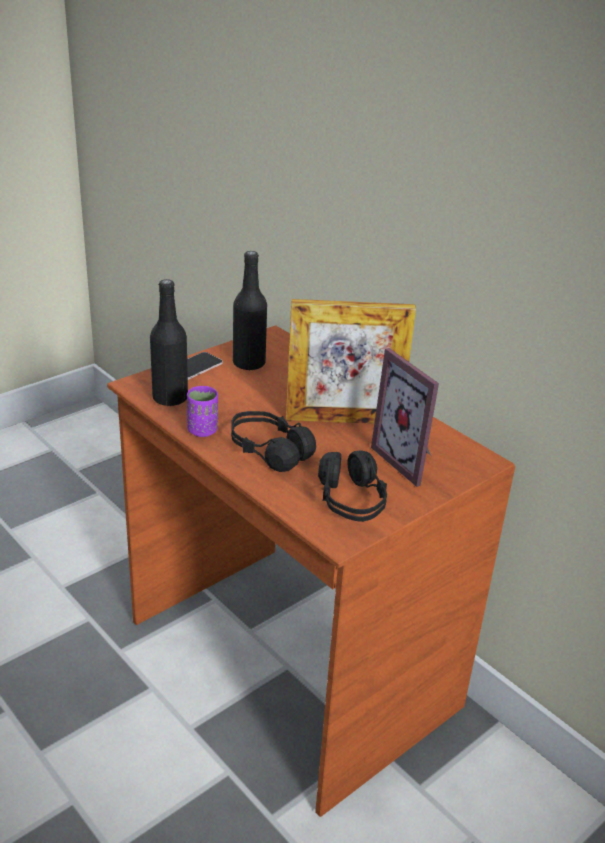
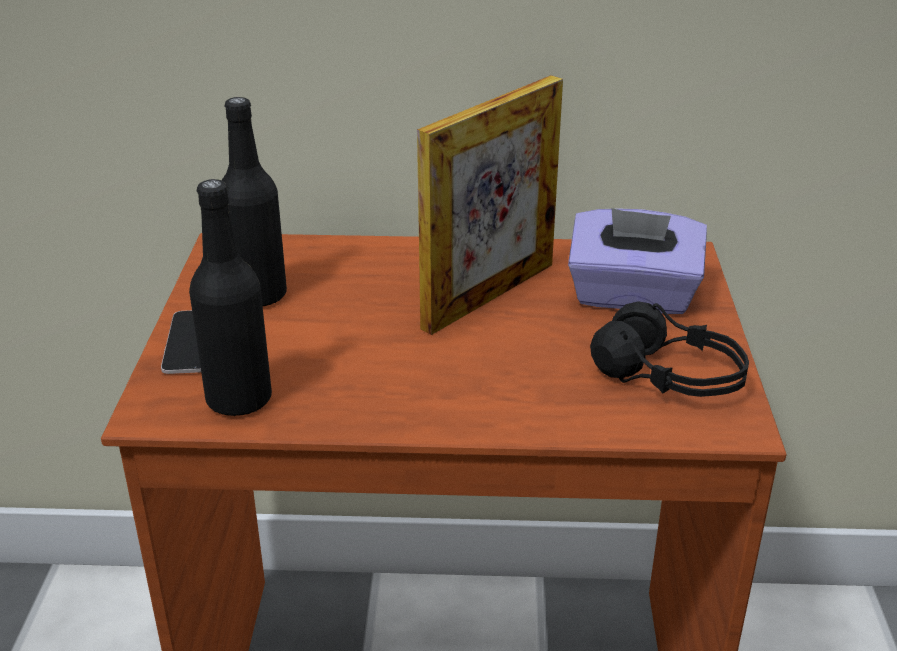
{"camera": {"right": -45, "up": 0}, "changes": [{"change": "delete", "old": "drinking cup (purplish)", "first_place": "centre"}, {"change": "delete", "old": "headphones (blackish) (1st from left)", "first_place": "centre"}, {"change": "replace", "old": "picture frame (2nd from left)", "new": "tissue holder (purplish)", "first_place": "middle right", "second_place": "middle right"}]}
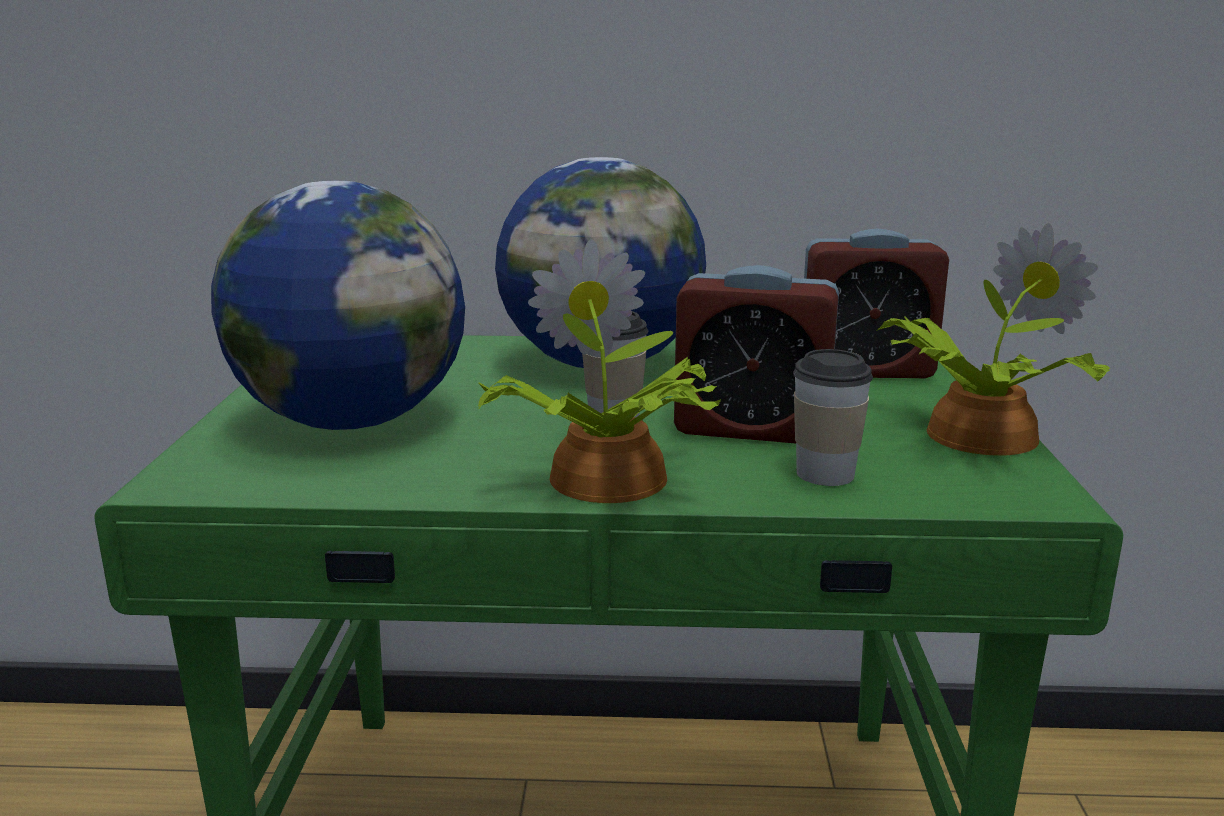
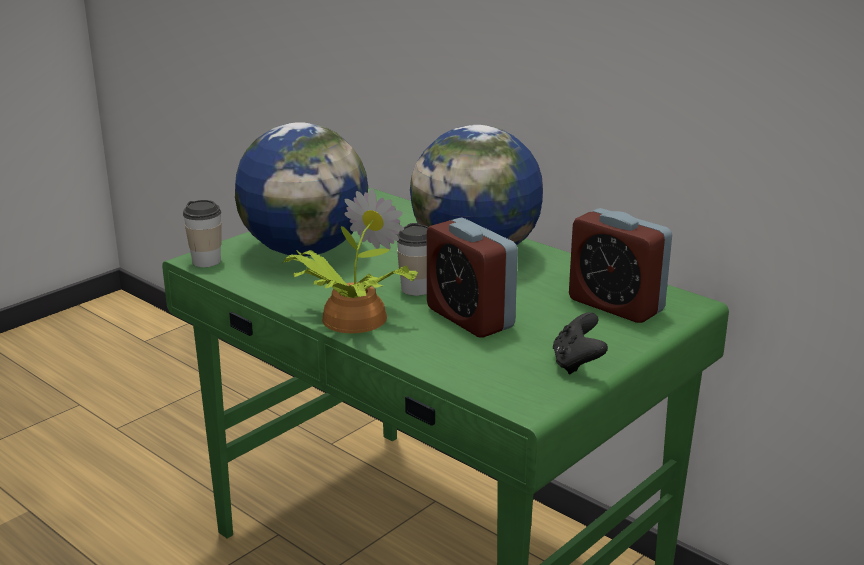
{"camera": {"right": 40, "up": 5}, "changes": [{"change": "move", "old": "drinking cup (2nd from left in the first image)", "new": "drinking cup (1st from left)", "first_place": "middle right", "second_place": "middle left"}, {"change": "replace", "old": "houseplant (2nd from left)", "new": "game controller (blackish)", "first_place": "middle right", "second_place": "middle right"}]}
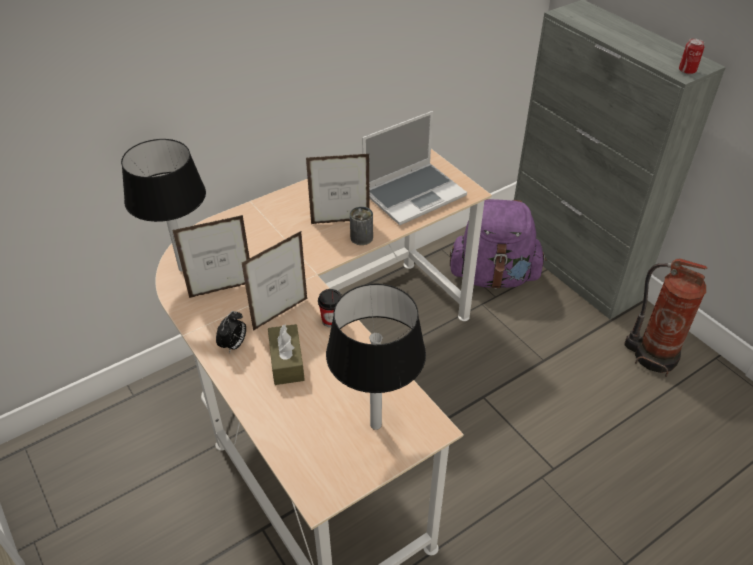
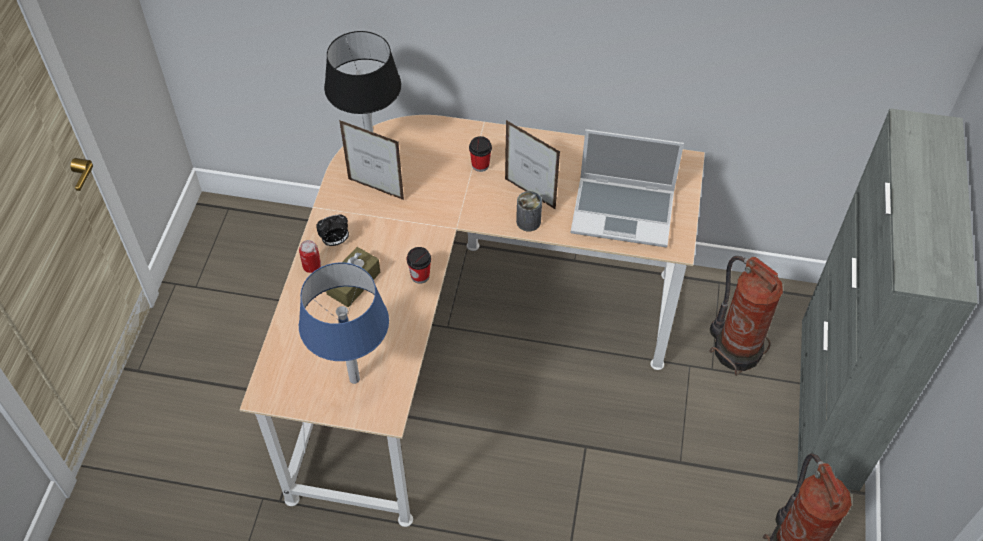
{"camera": {"right": 45, "up": 10}, "changes": [{"change": "delete", "old": "picture frame (2nd from left)", "first_place": "centre"}, {"change": "insert", "new": "drinking cup (2nd from left)", "second_place": "top centre"}, {"change": "move", "old": "can (2nd from left in the first image)", "new": "can (1st from left)", "first_place": "top right", "second_place": "middle left"}, {"change": "replace", "old": "rucksack (purplish)", "new": "fire extinguisher (1st from left)", "first_place": "centre", "second_place": "middle right"}, {"change": "recolor", "old": "table lamp (blackish) (2nd from left)", "new": "table lamp (blue)", "first_place": "centre", "second_place": "centre"}]}
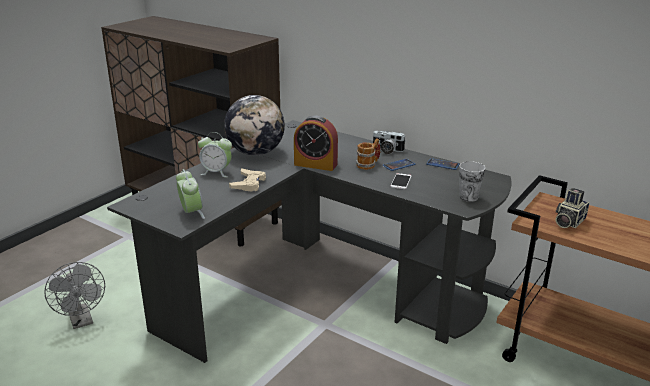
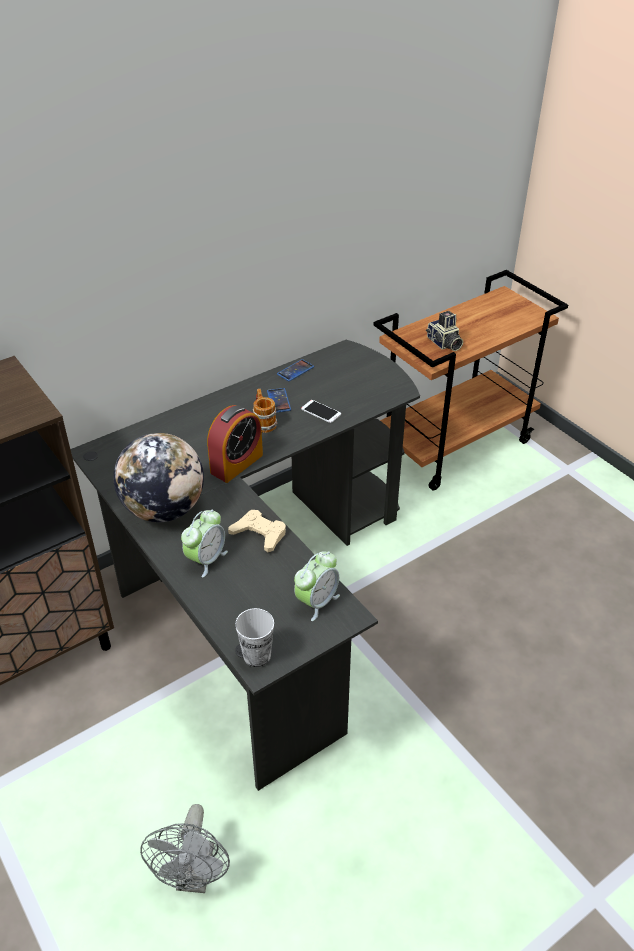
{"camera": {"right": -70, "up": 15}, "changes": [{"change": "delete", "old": "still camera (1st from left)", "first_place": "centre"}, {"change": "move", "old": "drinking cup", "first_place": "middle right", "second_place": "bottom centre"}, {"change": "rotate", "old": "cooling fan (greyish)", "first_place": "bottom left", "second_place": "bottom left", "degrees": 105}, {"change": "rotate", "old": "table clock (1st from left in the first image)", "first_place": "middle left", "second_place": "centre", "degrees": 135}]}
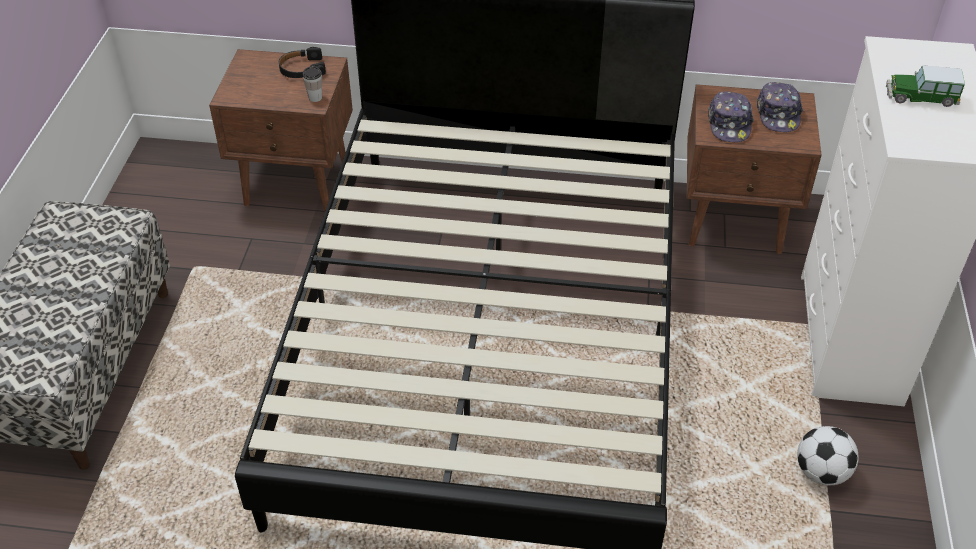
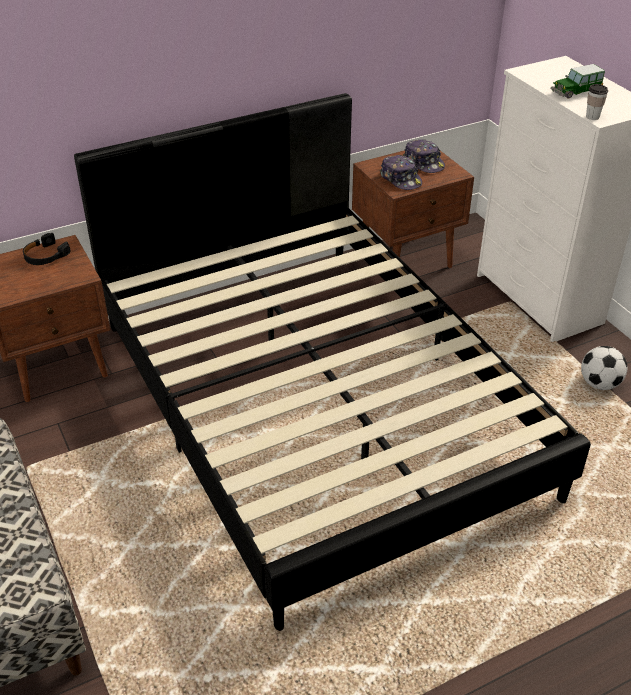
{"camera": {"right": -35, "up": -5}, "changes": [{"change": "move", "old": "drinking cup", "first_place": "top left", "second_place": "top right"}]}
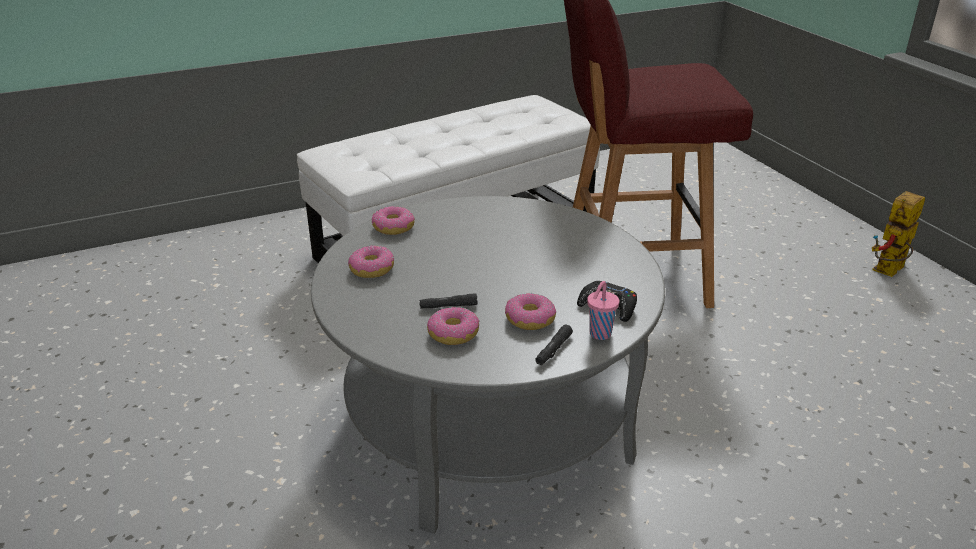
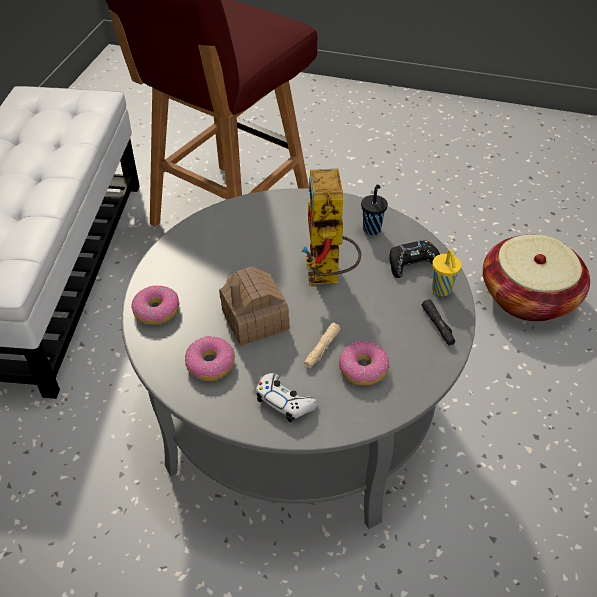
{"camera": {"right": -50, "up": 15}, "changes": [{"change": "delete", "old": "doughnut (4th from left)", "first_place": "centre"}, {"change": "insert", "new": "miniature house", "second_place": "centre"}, {"change": "insert", "new": "game controller (white-coloured)", "second_place": "centre"}, {"change": "insert", "new": "drinking cup (blackish)", "second_place": "centre"}, {"change": "insert", "new": "household basket", "second_place": "middle right"}, {"change": "move", "old": "toy robot", "first_place": "middle right", "second_place": "centre"}, {"change": "recolor", "old": "torch (blackish) (1st from left)", "new": "torch (beige-coloured)", "first_place": "centre", "second_place": "centre"}, {"change": "recolor", "old": "drinking cup (pink)", "new": "drinking cup (yellow)", "first_place": "centre", "second_place": "middle right"}]}
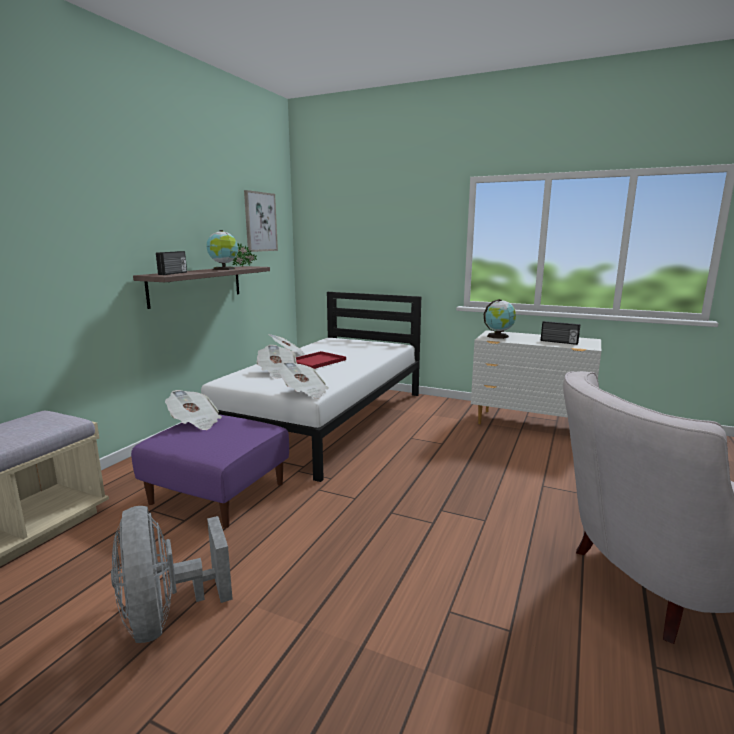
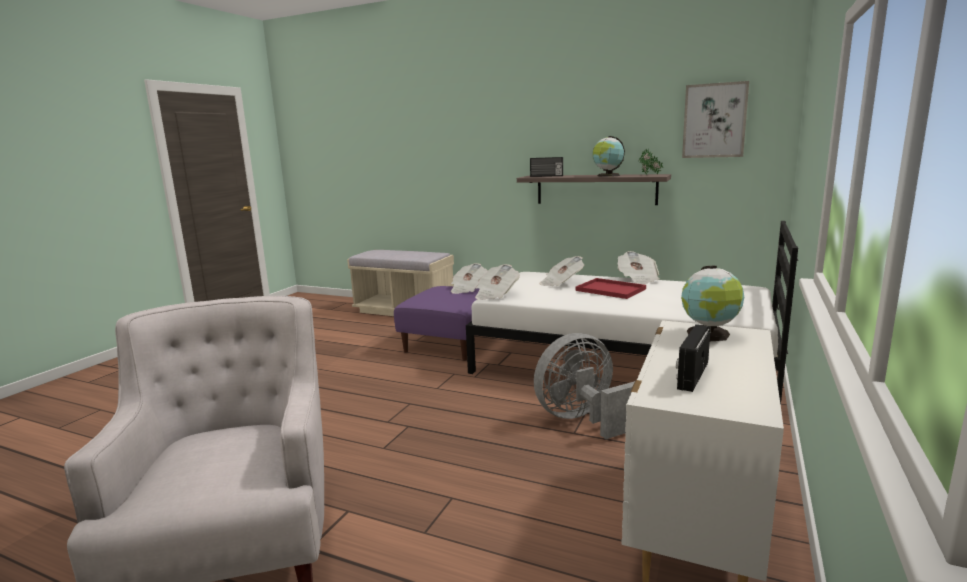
{"camera": {"right": 90, "up": 0}, "changes": [{"change": "move", "old": "cooling fan (greyish)", "first_place": "bottom left", "second_place": "centre"}]}
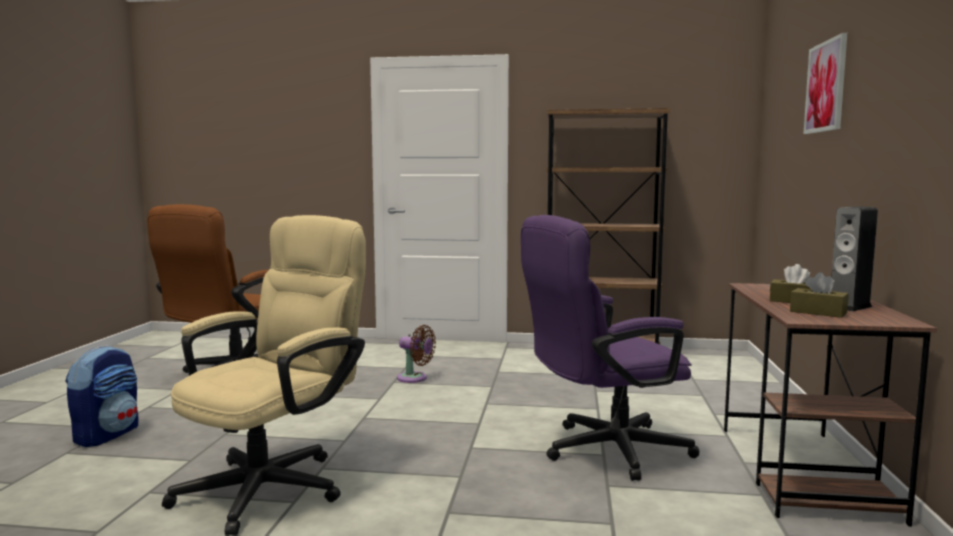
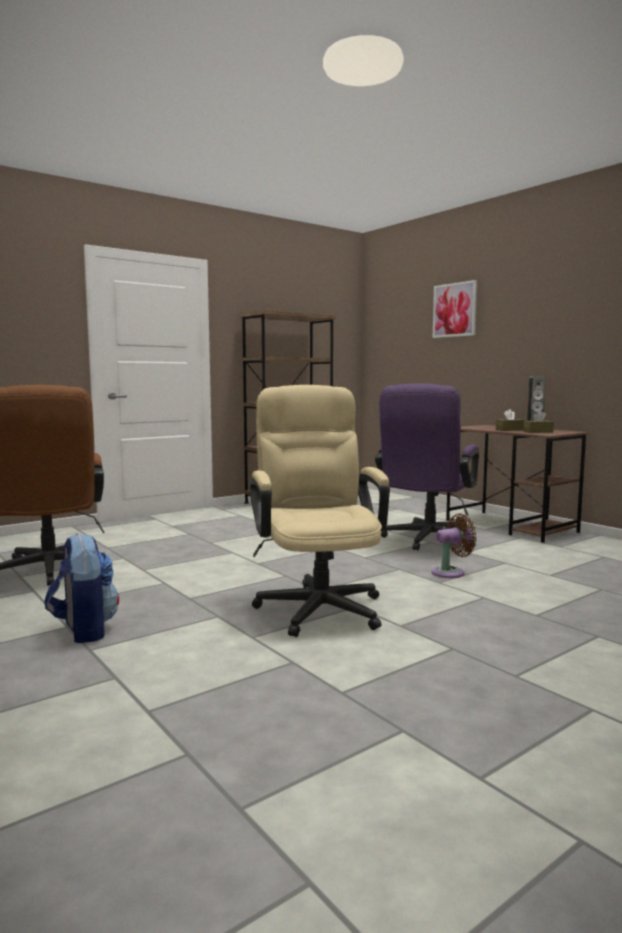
{"camera": {"right": -45, "up": 0}, "changes": [{"change": "move", "old": "cooling fan (brown)", "first_place": "centre", "second_place": "middle right"}]}
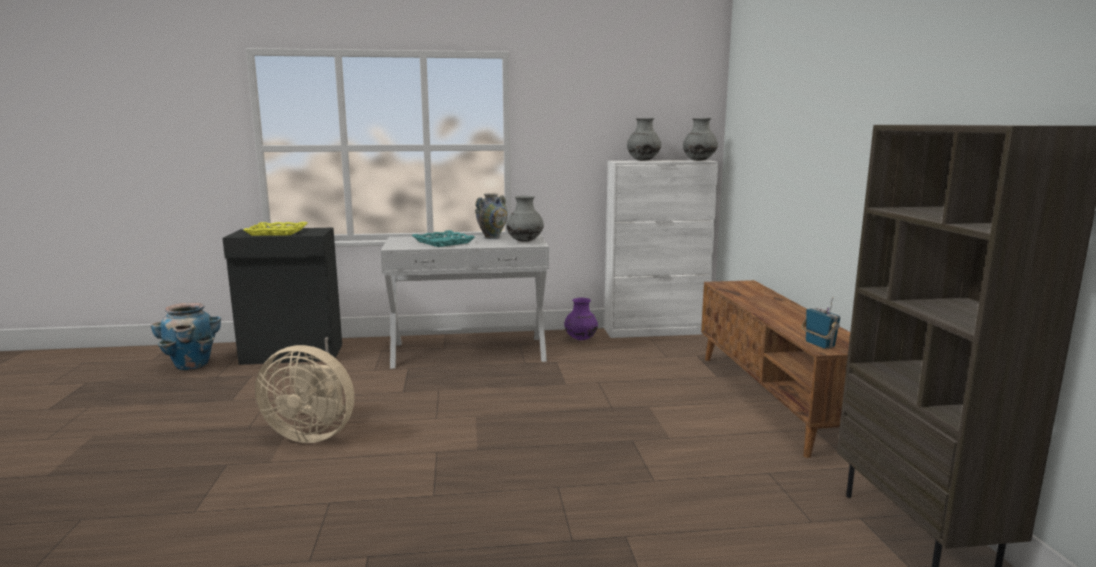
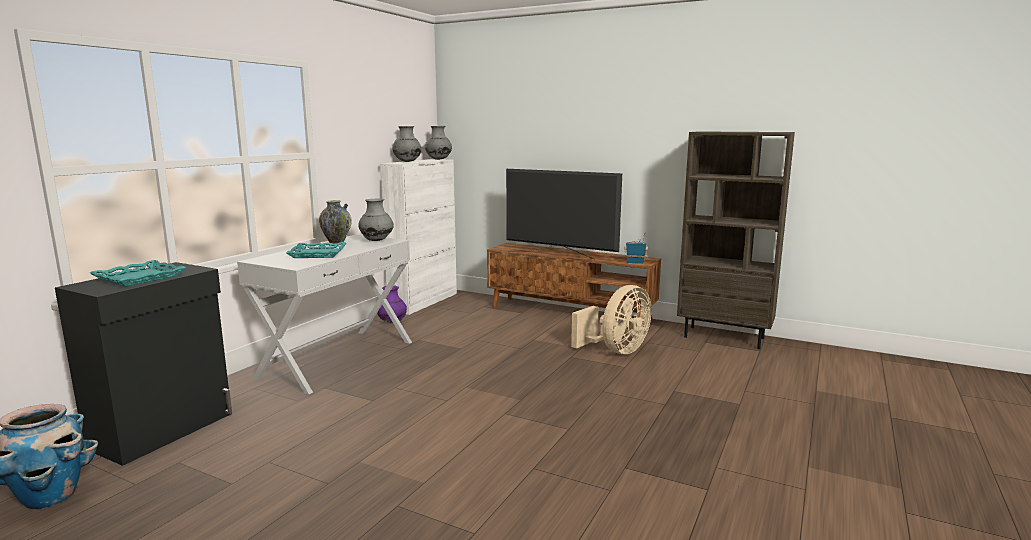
{"camera": {"right": -55, "up": 0}, "changes": [{"change": "insert", "new": "TV", "second_place": "centre"}, {"change": "move", "old": "cooling fan (beige-coloured)", "first_place": "bottom left", "second_place": "centre"}, {"change": "recolor", "old": "carrying tray (yellow)", "new": "carrying tray (turquoise-coloured) (1st from left)", "first_place": "middle left", "second_place": "middle left"}]}
